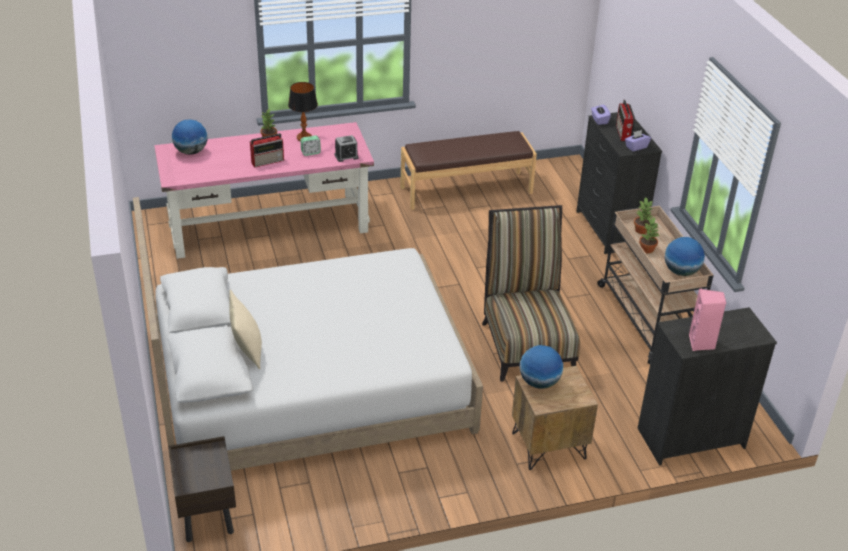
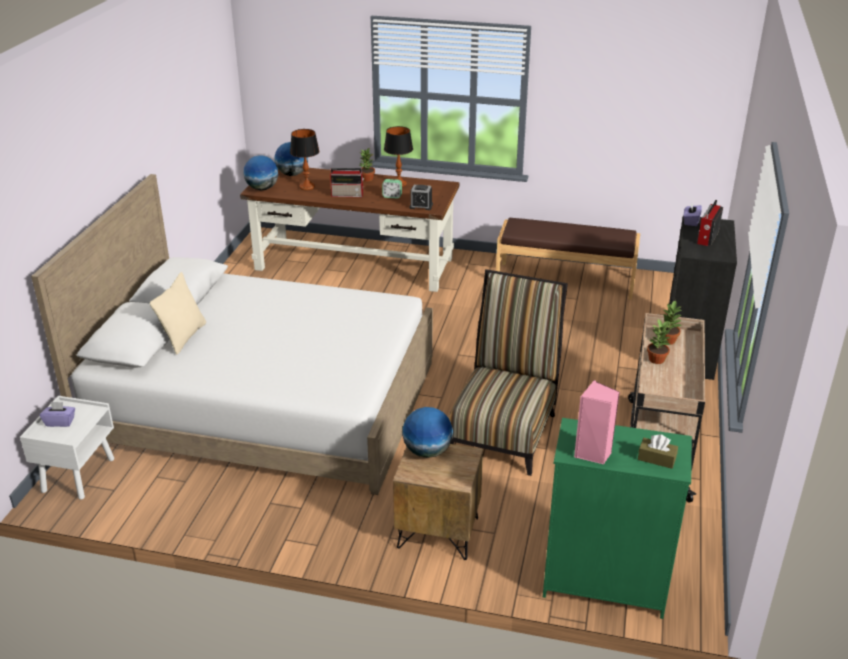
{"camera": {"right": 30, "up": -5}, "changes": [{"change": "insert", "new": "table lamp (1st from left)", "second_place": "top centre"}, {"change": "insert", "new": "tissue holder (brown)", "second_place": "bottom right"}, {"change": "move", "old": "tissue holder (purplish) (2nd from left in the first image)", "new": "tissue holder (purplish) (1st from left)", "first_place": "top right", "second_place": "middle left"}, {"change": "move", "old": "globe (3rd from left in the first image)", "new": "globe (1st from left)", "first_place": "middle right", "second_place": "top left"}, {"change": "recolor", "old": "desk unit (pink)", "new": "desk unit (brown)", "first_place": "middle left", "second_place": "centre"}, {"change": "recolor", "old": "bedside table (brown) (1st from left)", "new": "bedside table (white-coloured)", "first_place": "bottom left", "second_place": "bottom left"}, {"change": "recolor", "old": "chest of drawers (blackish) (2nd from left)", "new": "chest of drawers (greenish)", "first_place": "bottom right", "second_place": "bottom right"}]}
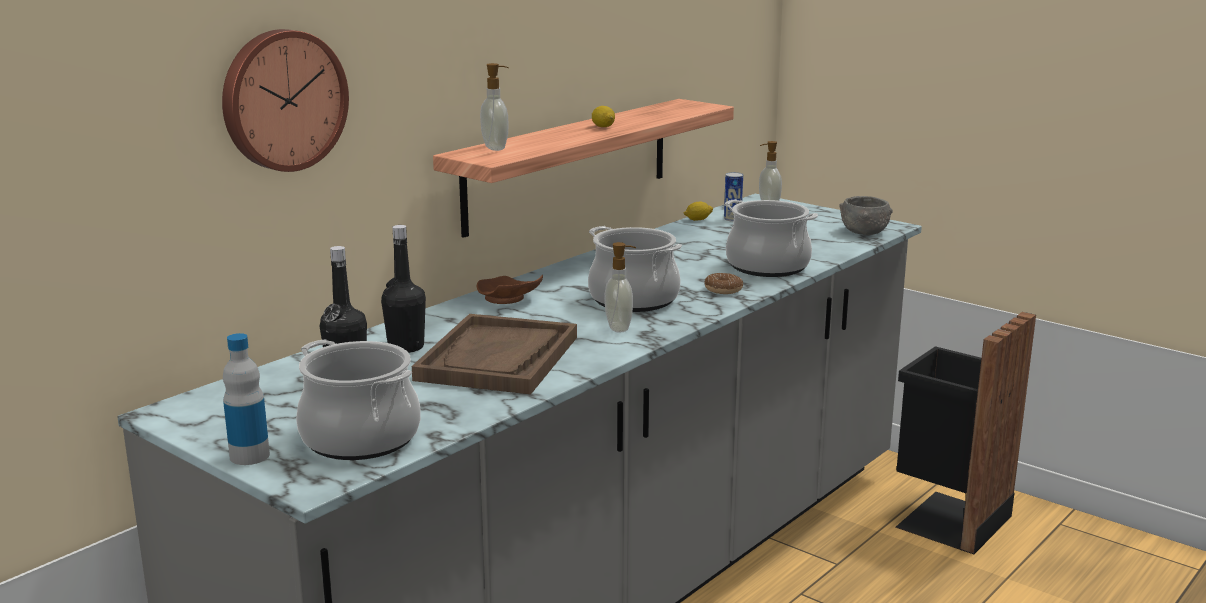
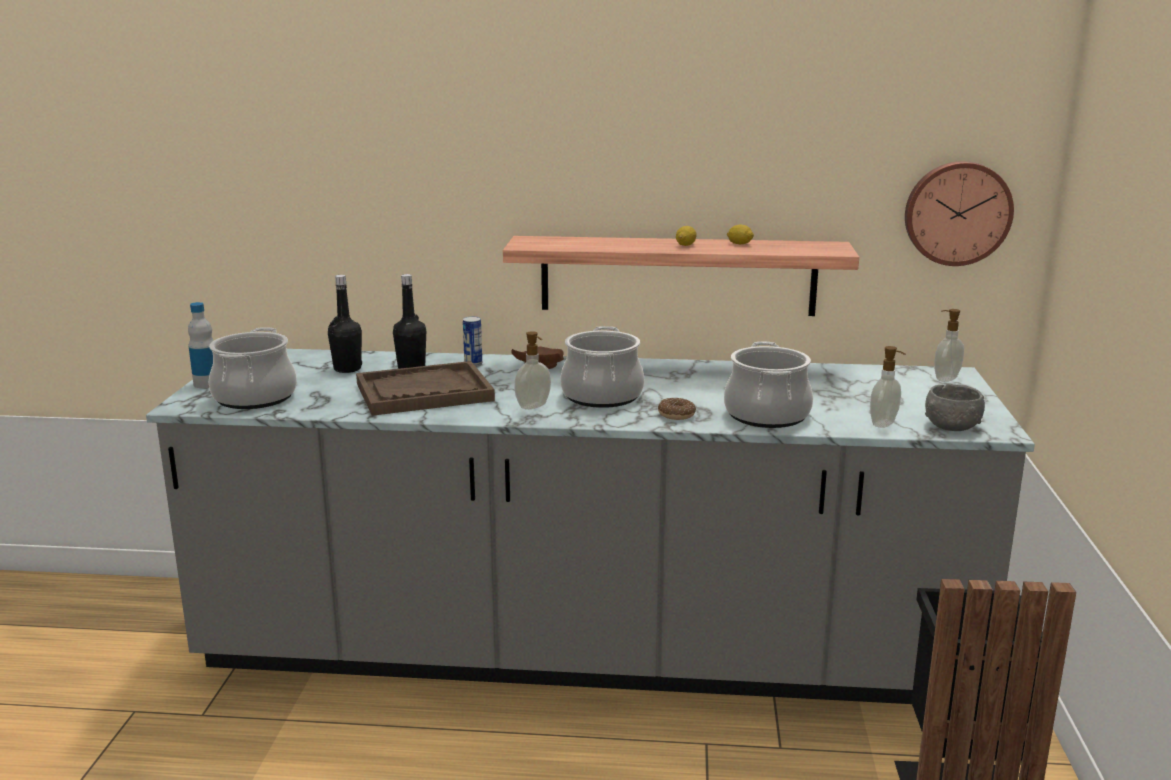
{"camera": {"right": 55, "up": 0}, "changes": [{"change": "move", "old": "hanging clock", "first_place": "top left", "second_place": "top right"}, {"change": "move", "old": "liquid soap bottle (1st from left in the first image)", "new": "liquid soap bottle (2nd from left)", "first_place": "top centre", "second_place": "middle right"}, {"change": "move", "old": "whole lemon (2nd from left)", "first_place": "centre", "second_place": "top centre"}, {"change": "move", "old": "can", "first_place": "top centre", "second_place": "centre"}]}
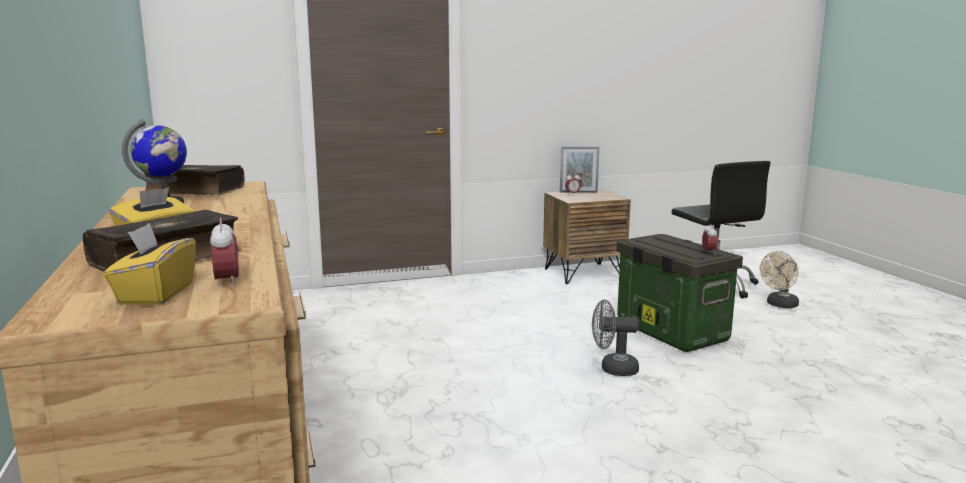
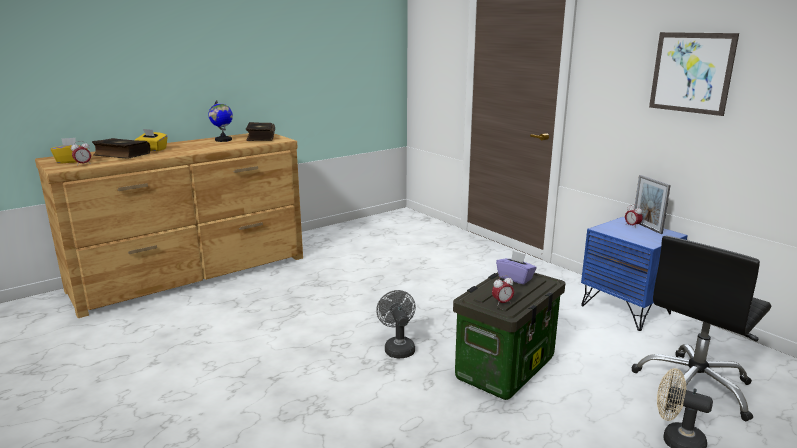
{"camera": {"right": 70, "up": 5}, "changes": [{"change": "insert", "new": "tissue holder (purplish)", "second_place": "centre"}, {"change": "insert", "new": "wall art", "second_place": "top right"}, {"change": "recolor", "old": "bedside table (brown)", "new": "bedside table (blue)", "first_place": "centre", "second_place": "middle right"}]}
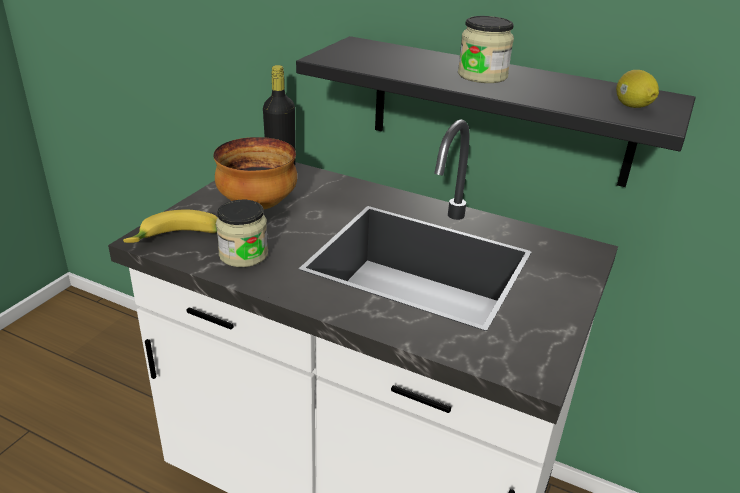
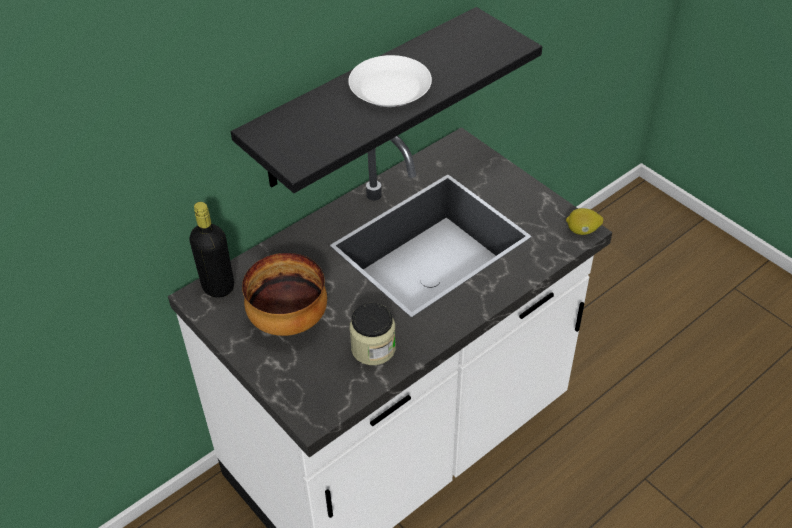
{"camera": {"right": -65, "up": 15}, "changes": [{"change": "delete", "old": "banana", "first_place": "middle left"}, {"change": "move", "old": "whole lemon", "first_place": "top right", "second_place": "middle right"}, {"change": "replace", "old": "jar (2nd from left)", "new": "dinner plate (white-coloured)", "first_place": "top centre", "second_place": "top centre"}]}
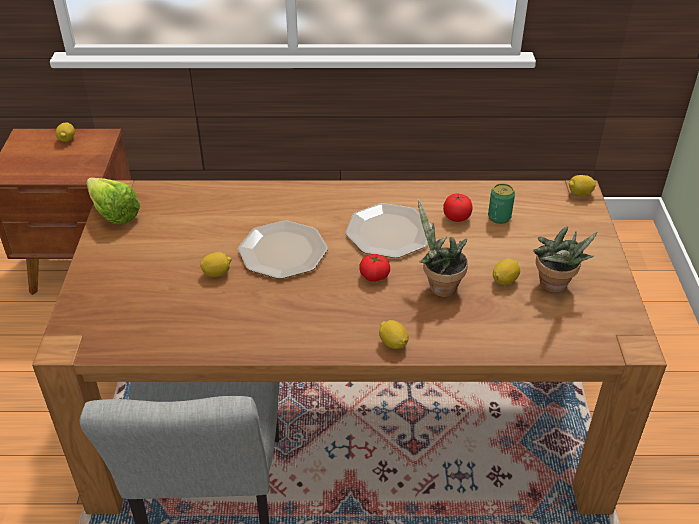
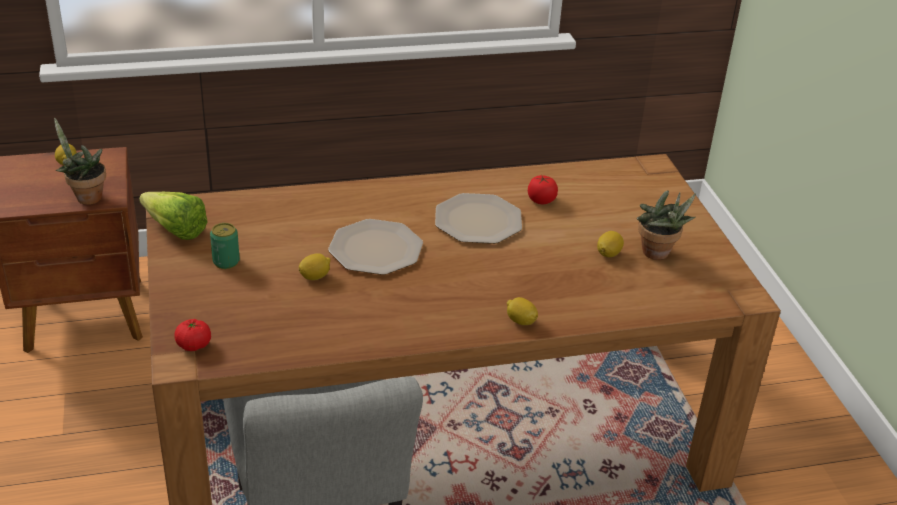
{"camera": {"right": -15, "up": -5}, "changes": [{"change": "delete", "old": "whole lemon (5th from left)", "first_place": "middle right"}, {"change": "move", "old": "whole tomato (1st from left)", "first_place": "centre", "second_place": "middle left"}, {"change": "move", "old": "houseplant (1st from left)", "first_place": "centre", "second_place": "top left"}, {"change": "move", "old": "can", "first_place": "middle right", "second_place": "middle left"}]}
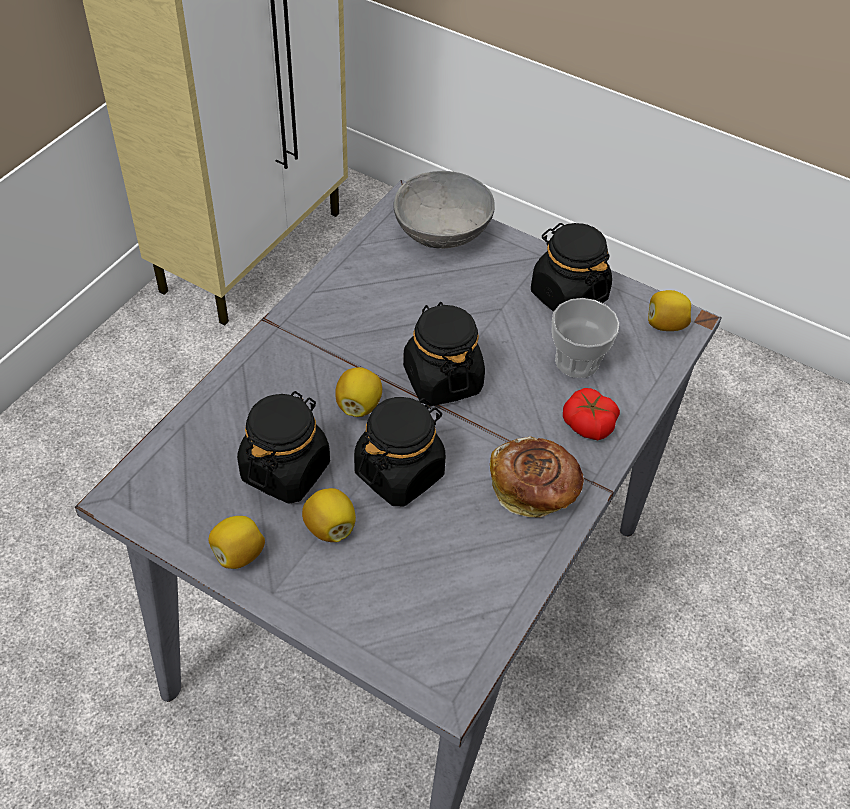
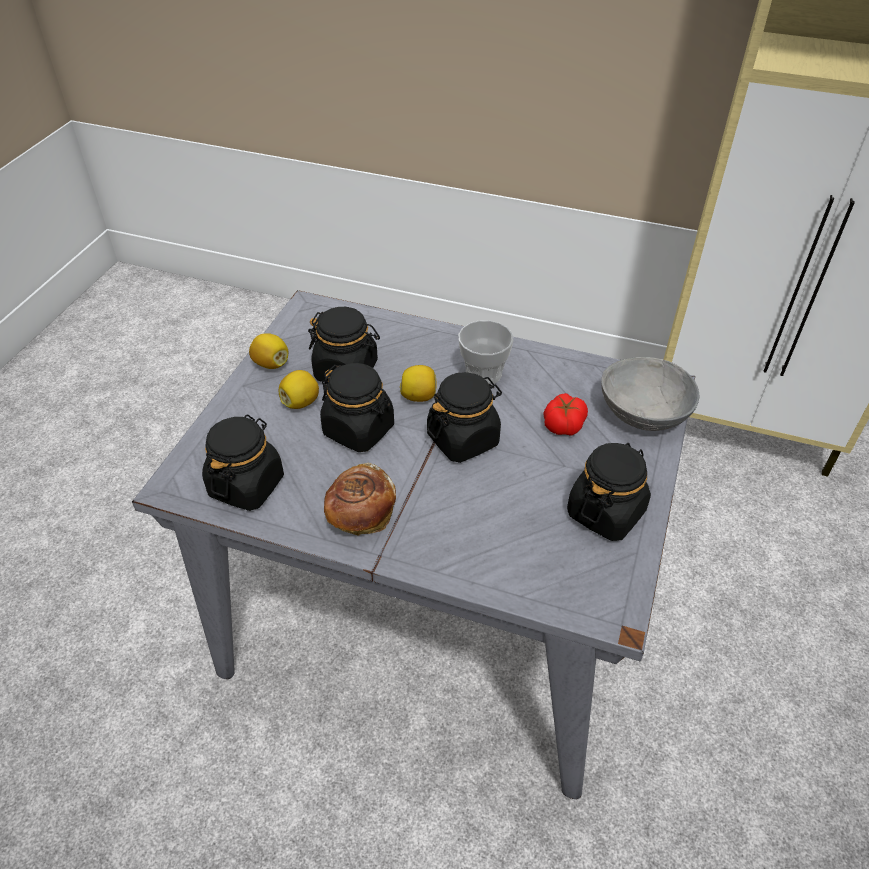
{"camera": {"right": 80, "up": -5}, "changes": [{"change": "delete", "old": "whole lemon (4th from left)", "first_place": "middle right"}, {"change": "insert", "new": "jar (blackish) (1st from left)", "second_place": "middle left"}, {"change": "move", "old": "drinking cup", "first_place": "middle right", "second_place": "centre"}, {"change": "move", "old": "whole tomato", "first_place": "middle right", "second_place": "centre"}]}
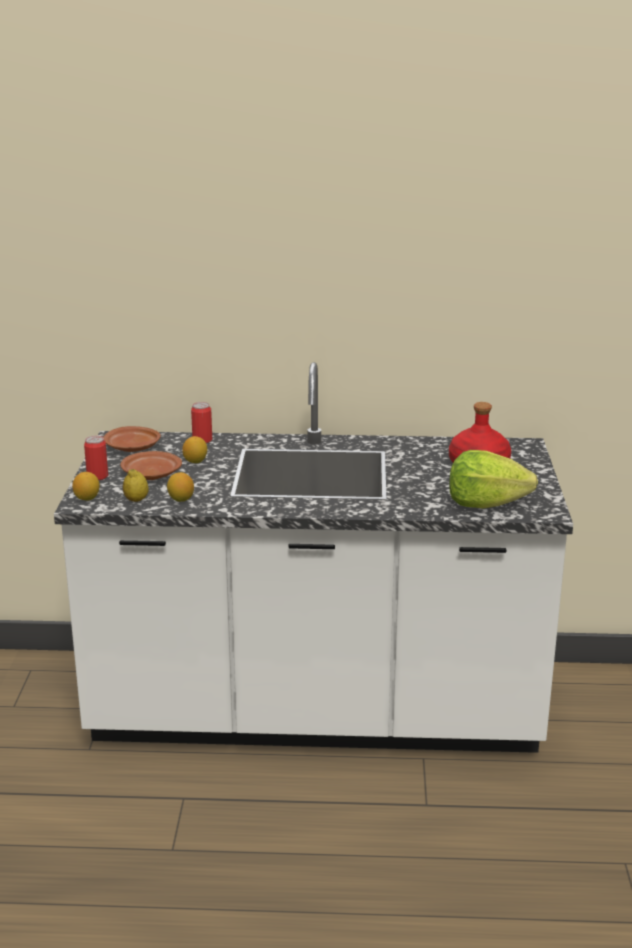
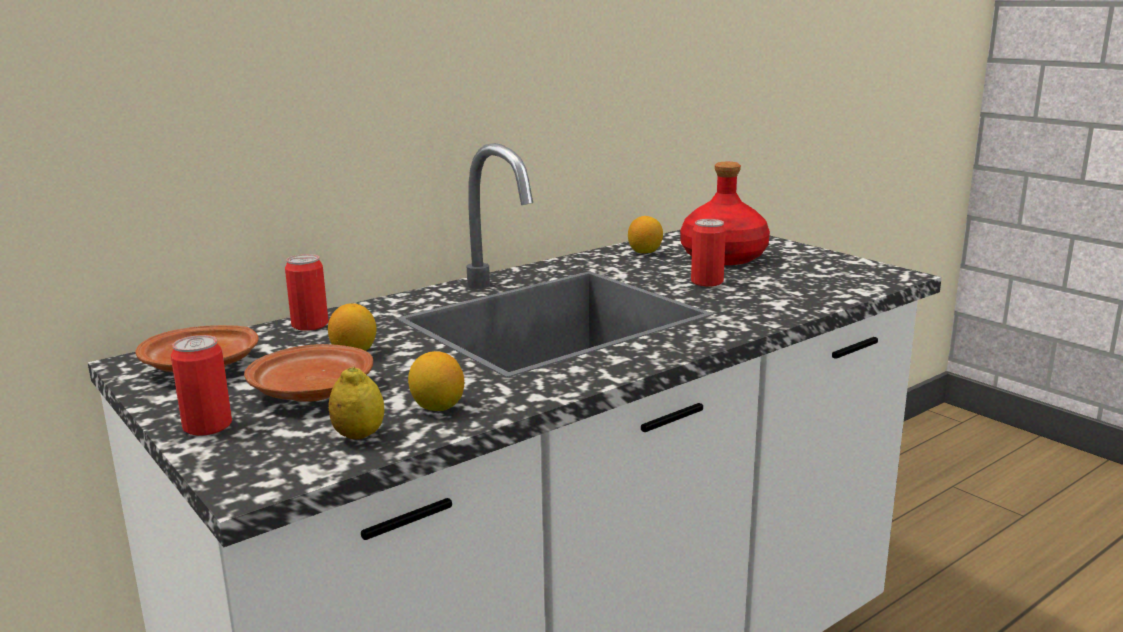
{"camera": {"right": -40, "up": -5}, "changes": [{"change": "delete", "old": "lettuce head", "first_place": "middle right"}, {"change": "insert", "new": "can (3rd from left)", "second_place": "centre"}, {"change": "move", "old": "whole lemon (1st from left in the first image)", "new": "whole lemon (4th from left)", "first_place": "middle left", "second_place": "centre"}]}
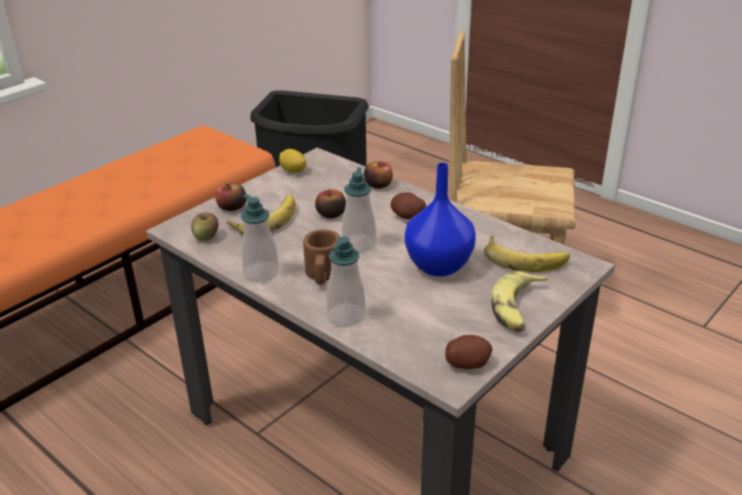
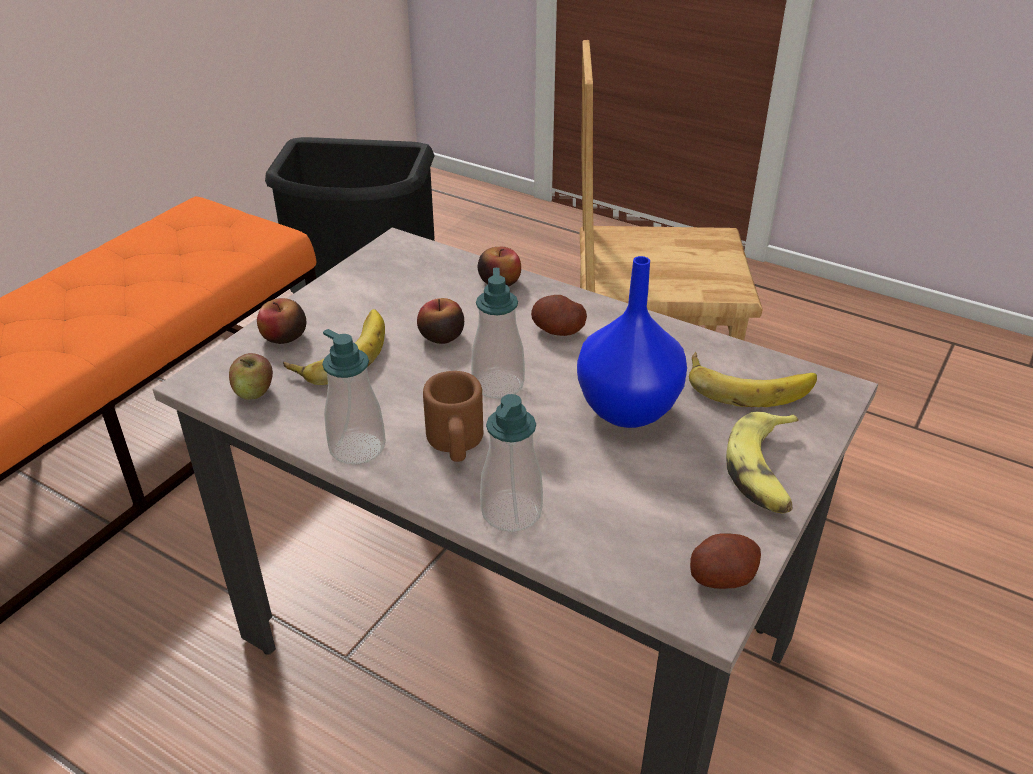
{"camera": {"right": -10, "up": 5}, "changes": [{"change": "delete", "old": "whole lemon", "first_place": "top centre"}]}
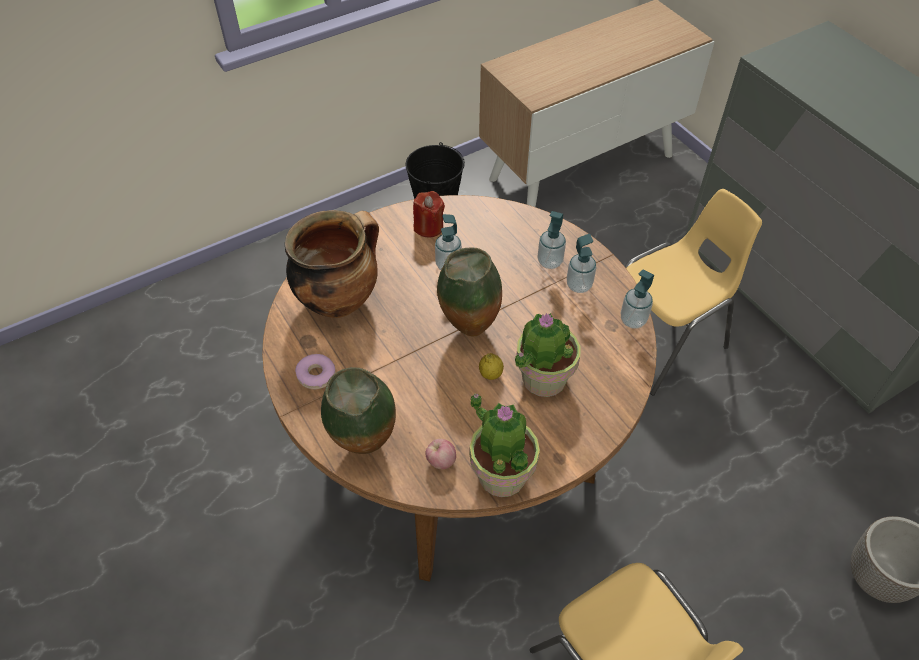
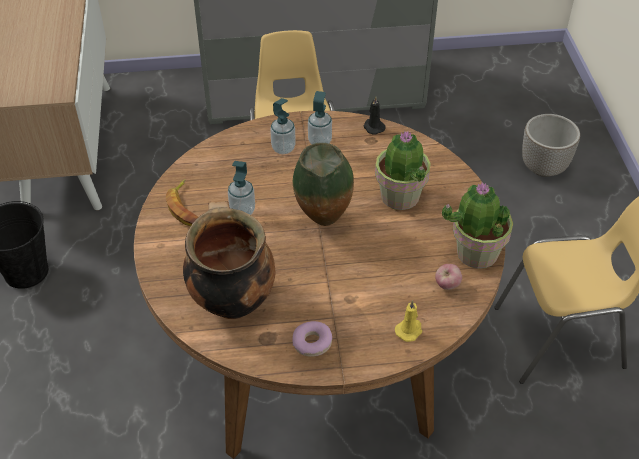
{"camera": {"right": -65, "up": -5}, "changes": [{"change": "delete", "old": "whole lemon", "first_place": "centre"}, {"change": "replace", "old": "vase (1st from left)", "new": "wax candle (yellow)", "first_place": "centre", "second_place": "bottom centre"}, {"change": "replace", "old": "wax candle (red)", "new": "banana", "first_place": "top centre", "second_place": "middle left"}, {"change": "replace", "old": "liquid soap bottle (4th from left)", "new": "wax candle (blackish)", "first_place": "middle right", "second_place": "top centre"}]}
